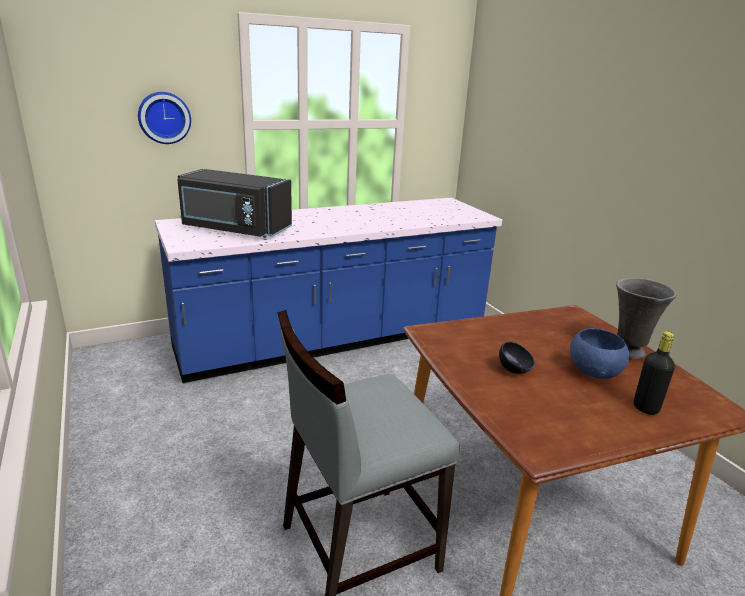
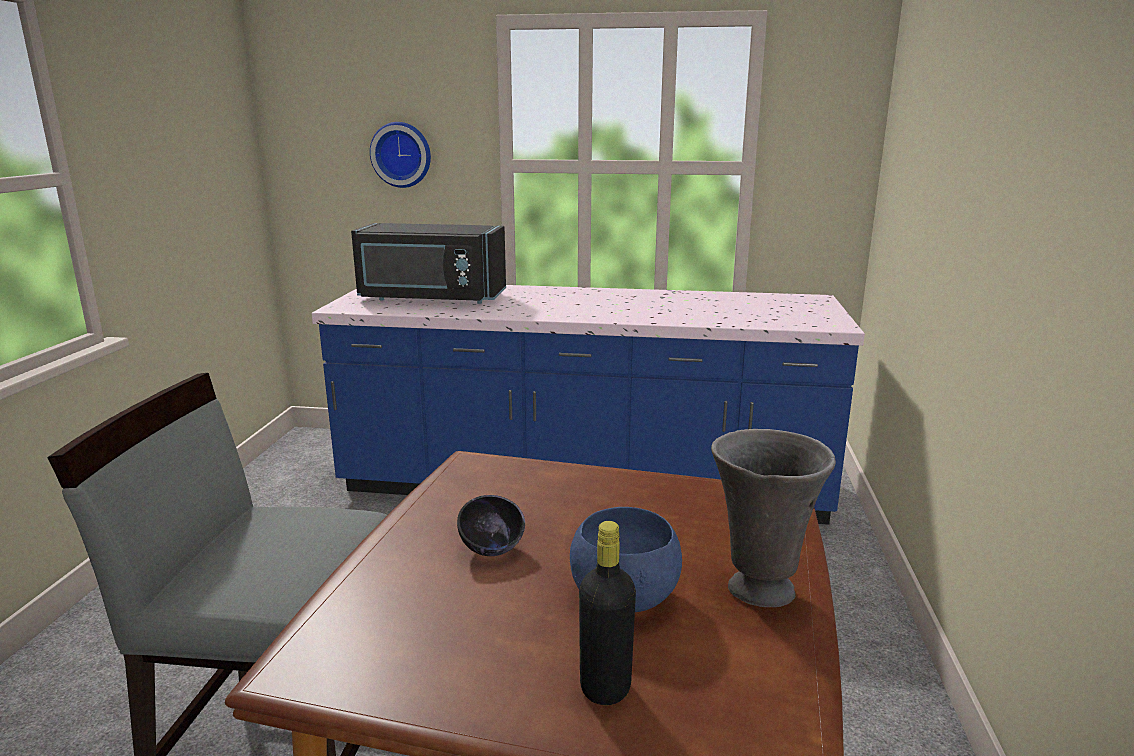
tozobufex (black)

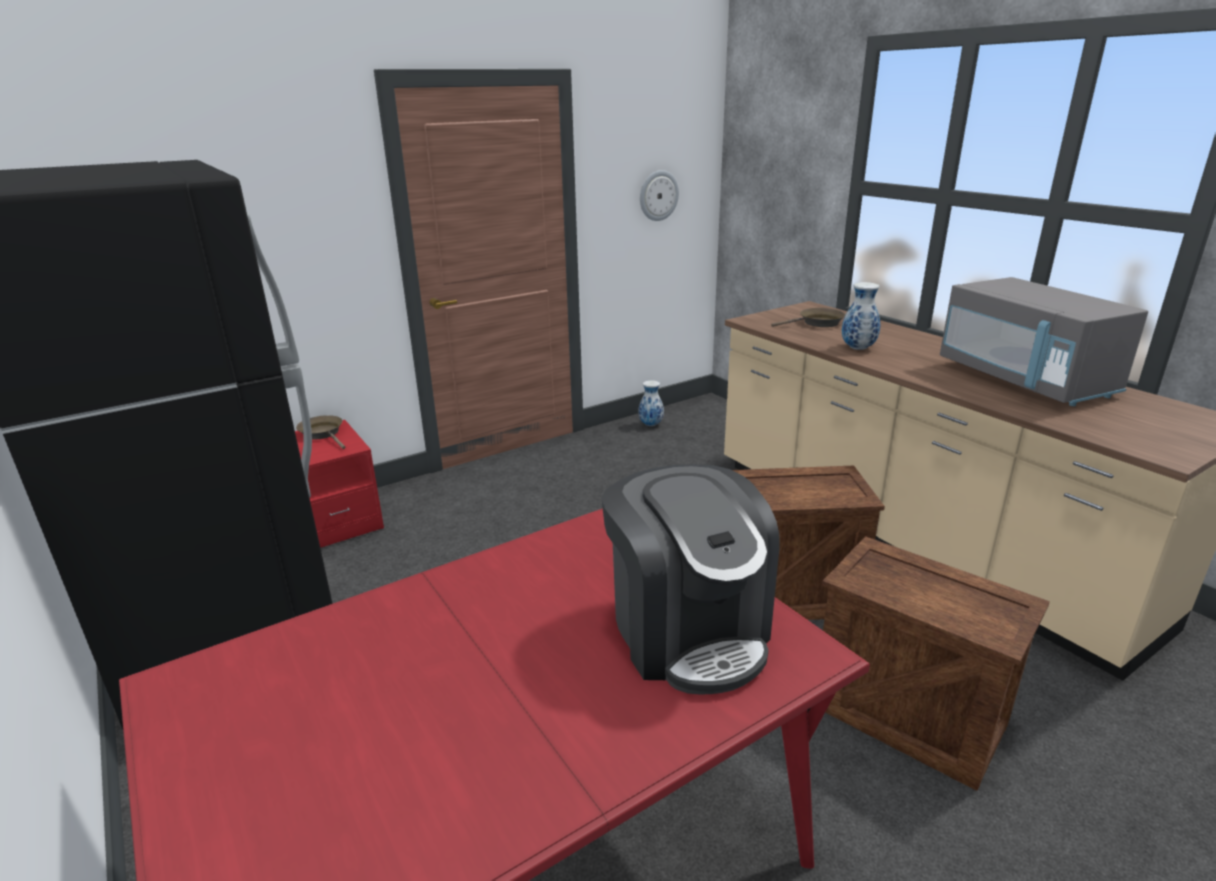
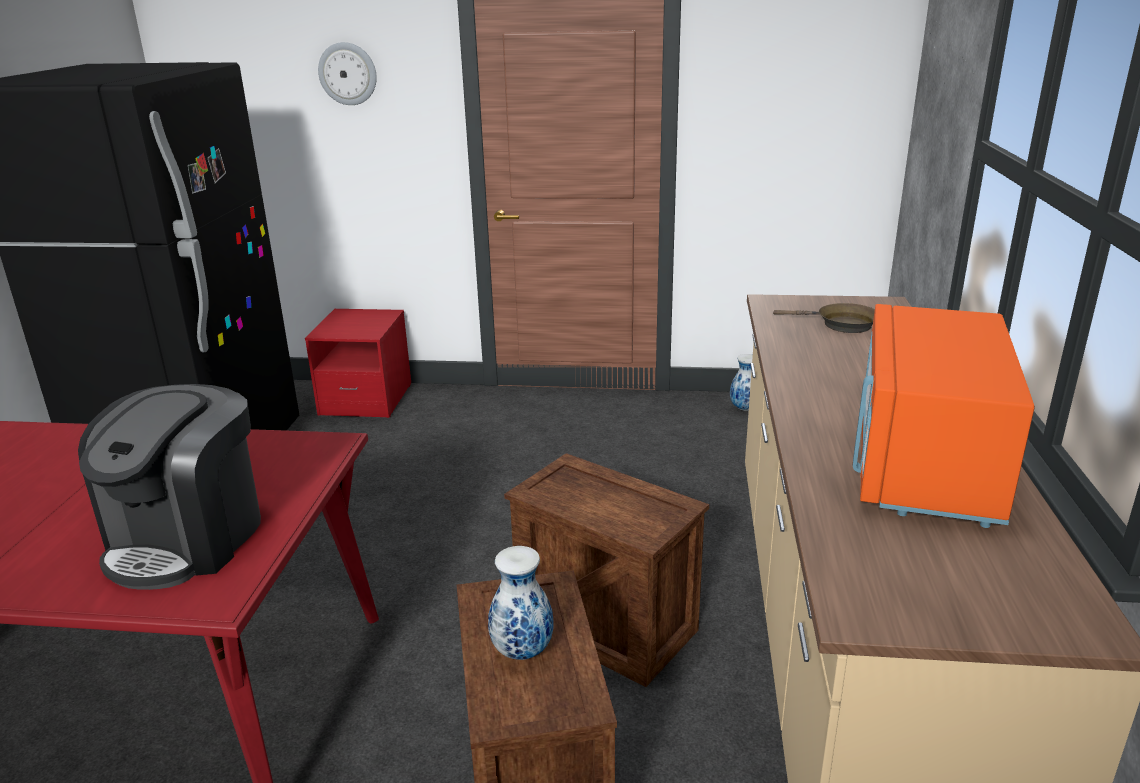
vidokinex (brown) (no. 1 from left in the first image)
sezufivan
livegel (no. 1 from left)
tozobufex (orange)

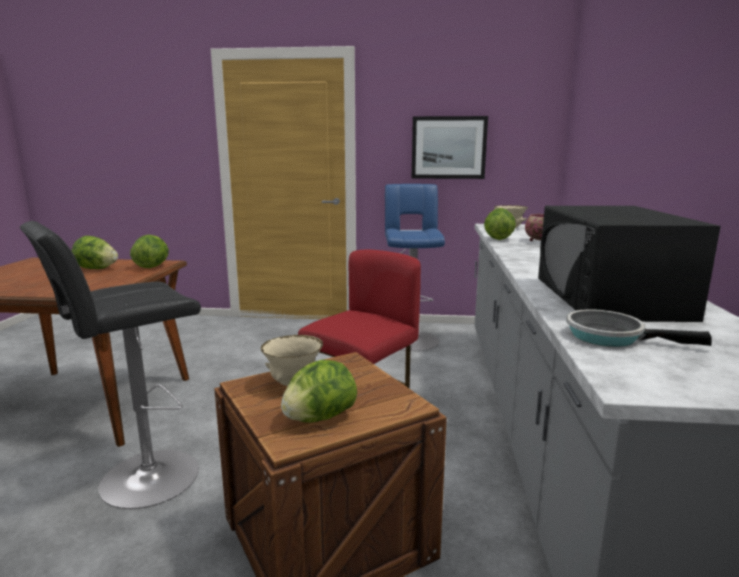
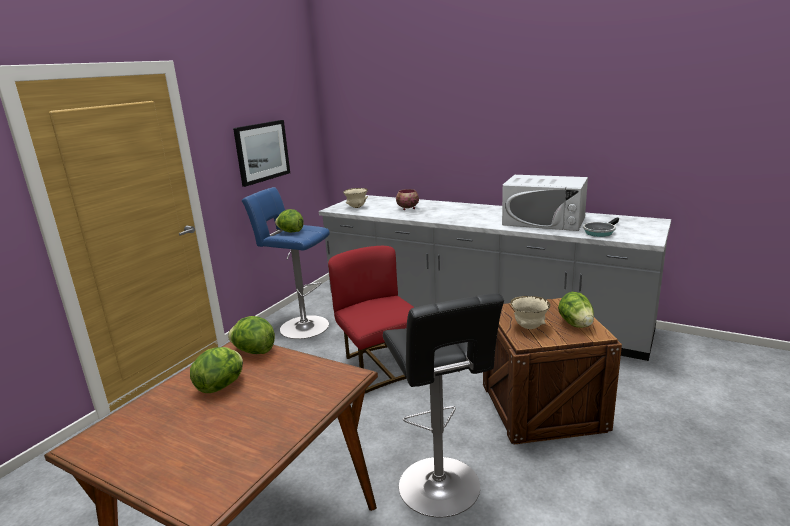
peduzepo (no. 3 from left)
tozobufex (white)

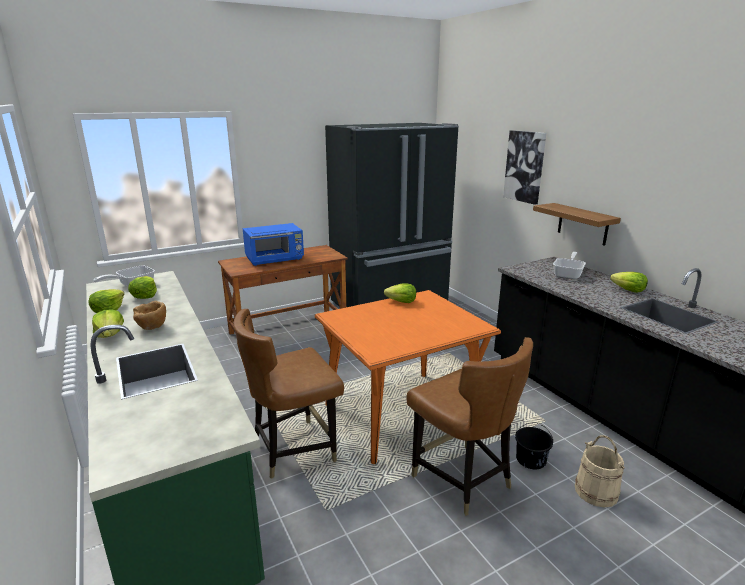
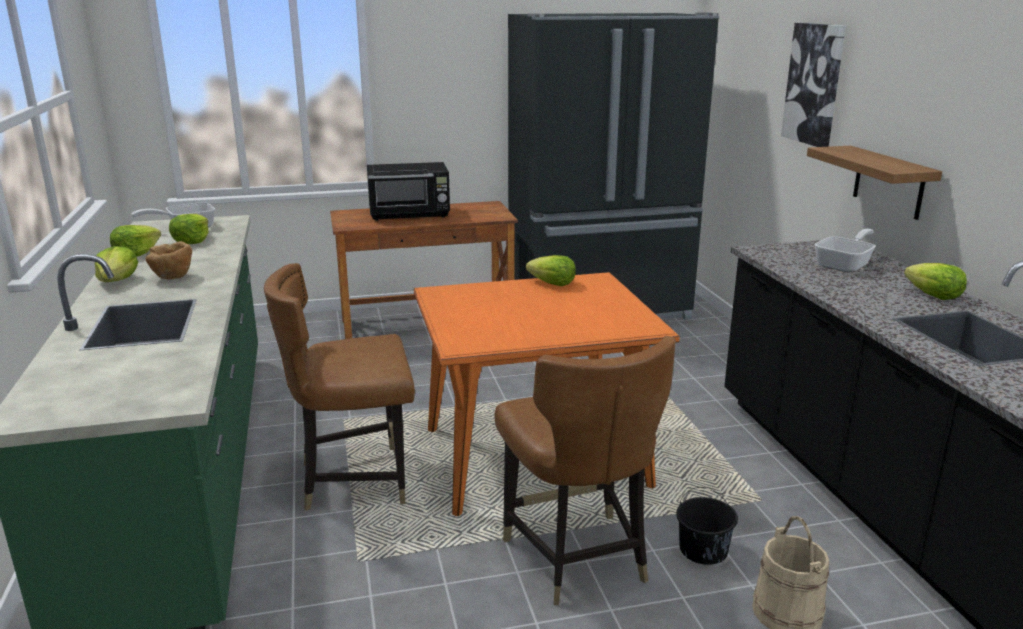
tozobufex (black)

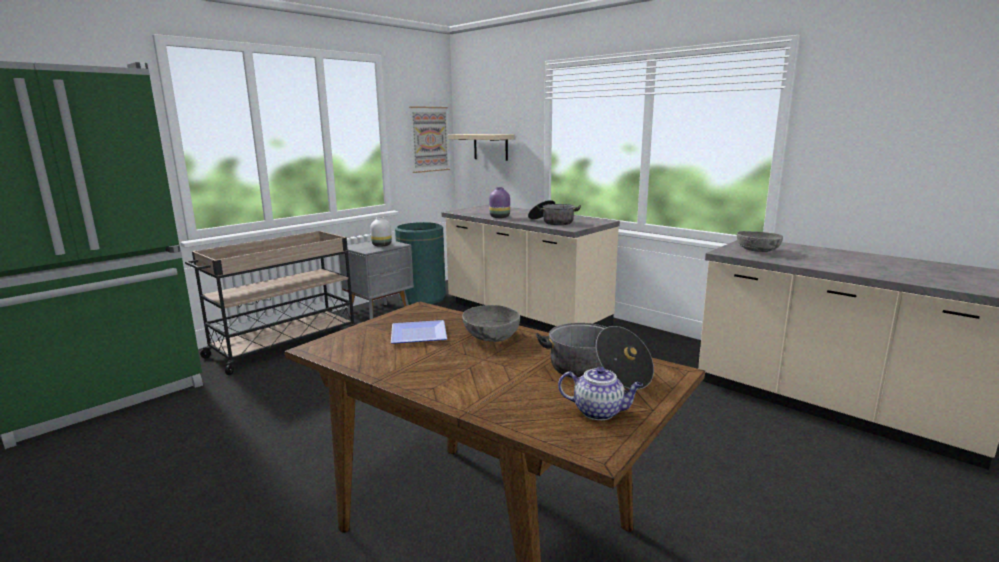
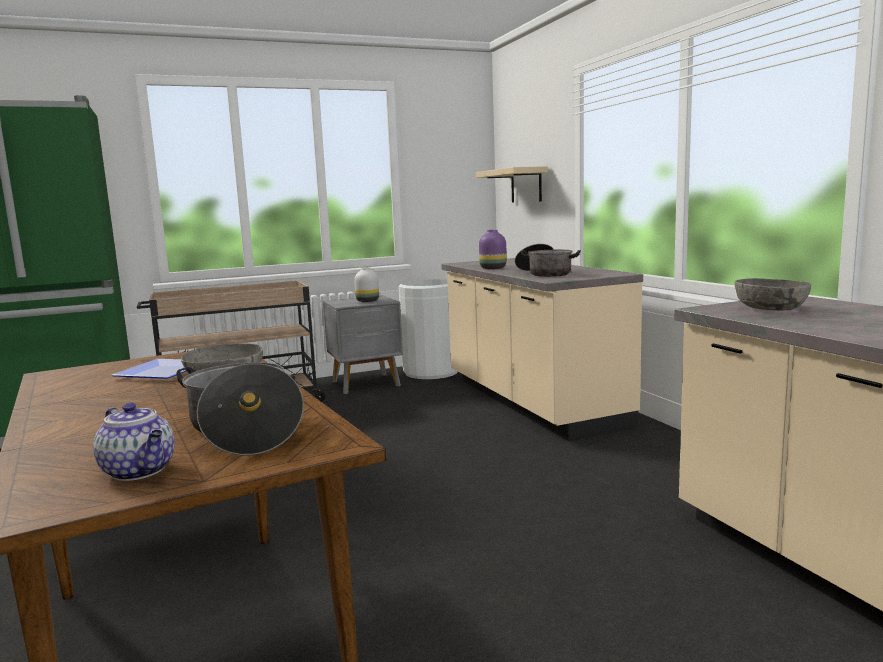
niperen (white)
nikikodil

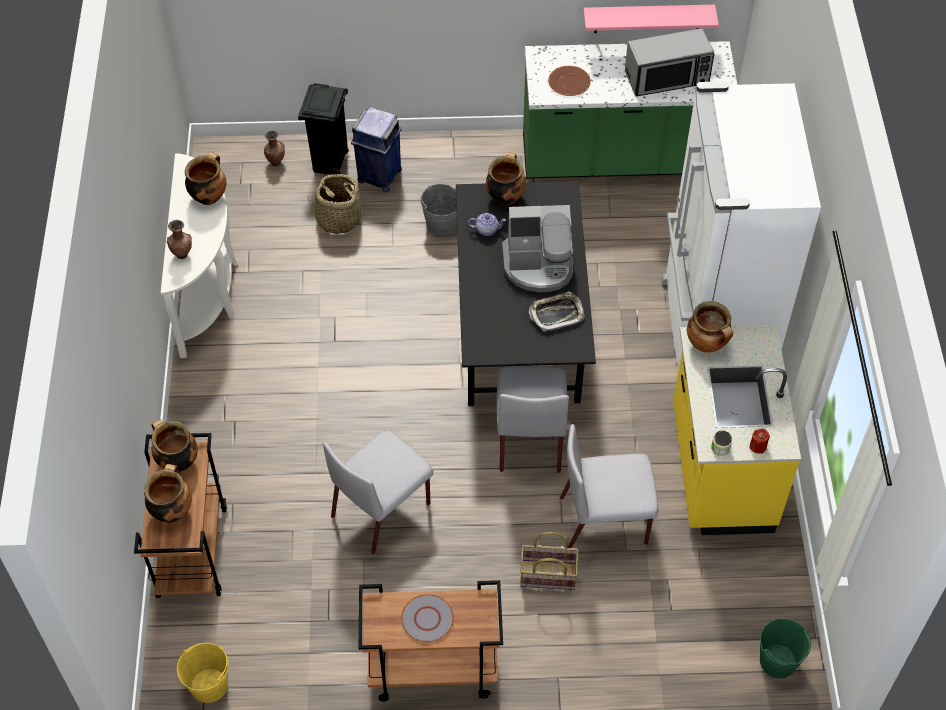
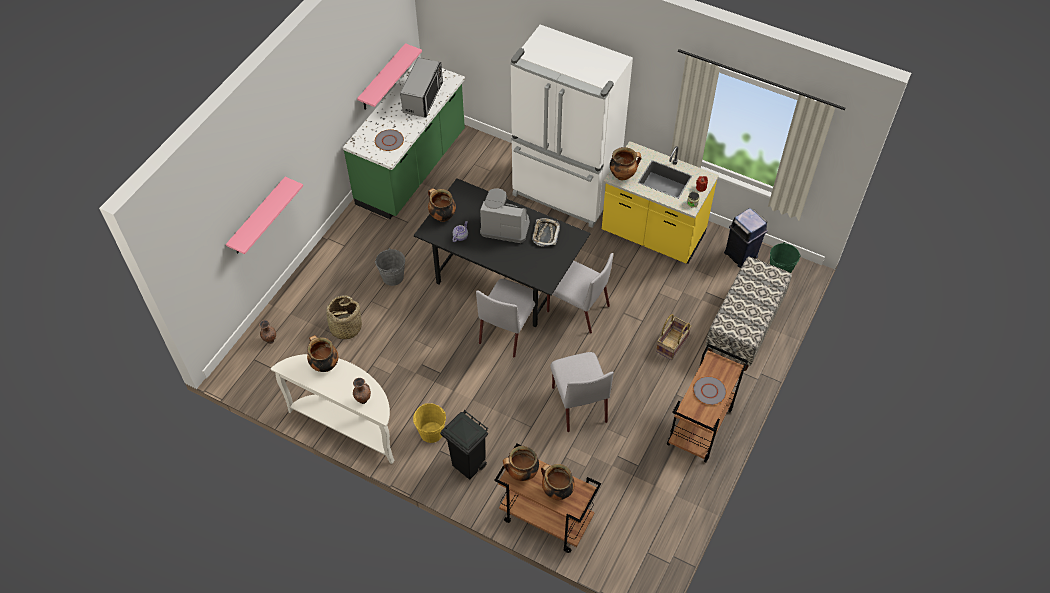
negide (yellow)
niperen (black)
niperen (blue)
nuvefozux
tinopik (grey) (no. 1 from left)
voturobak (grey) (no. 1 from left)
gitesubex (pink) (no. 1 from left)
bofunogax

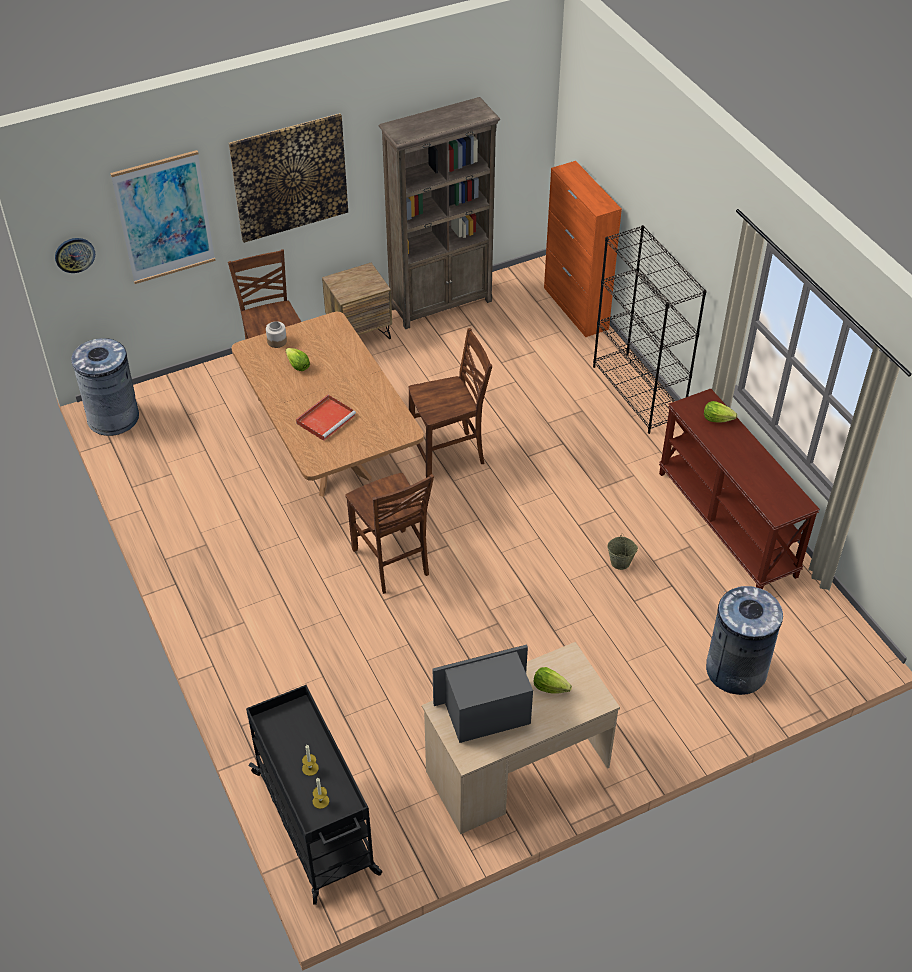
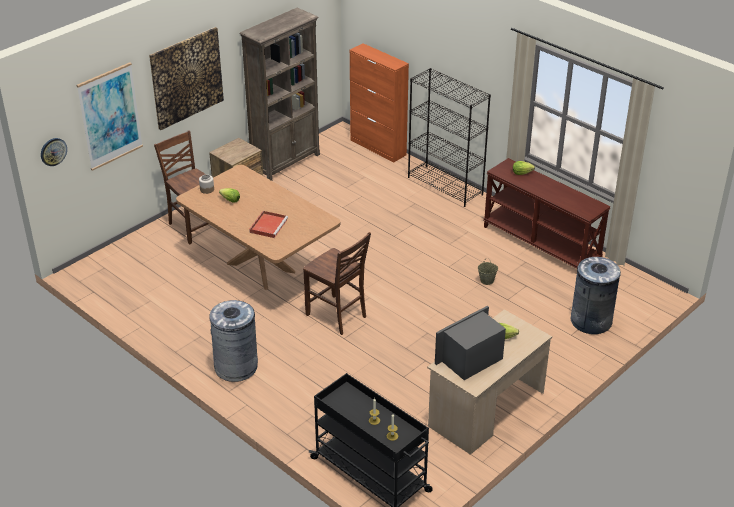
niperen (grey) (no. 1 from left)
voturobak (brown) (no. 3 from left in the first image)

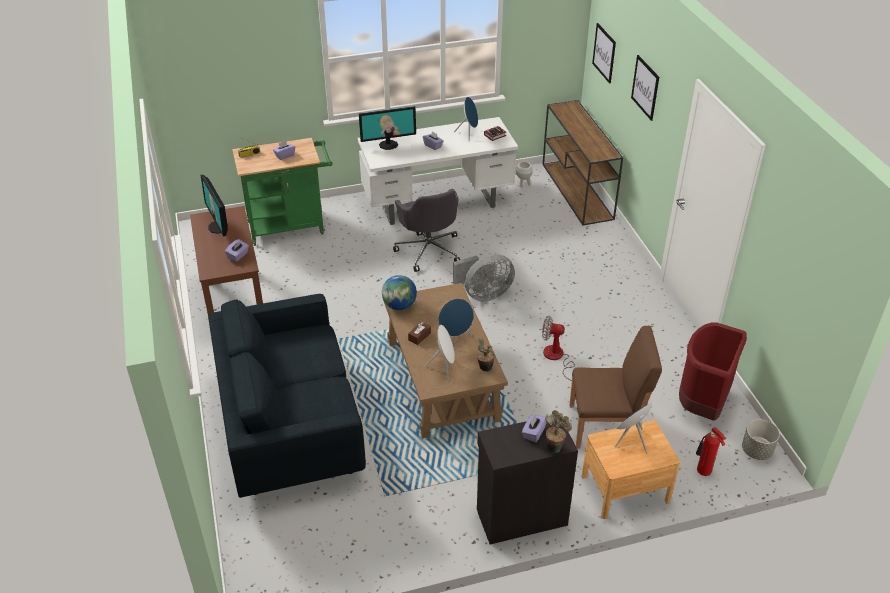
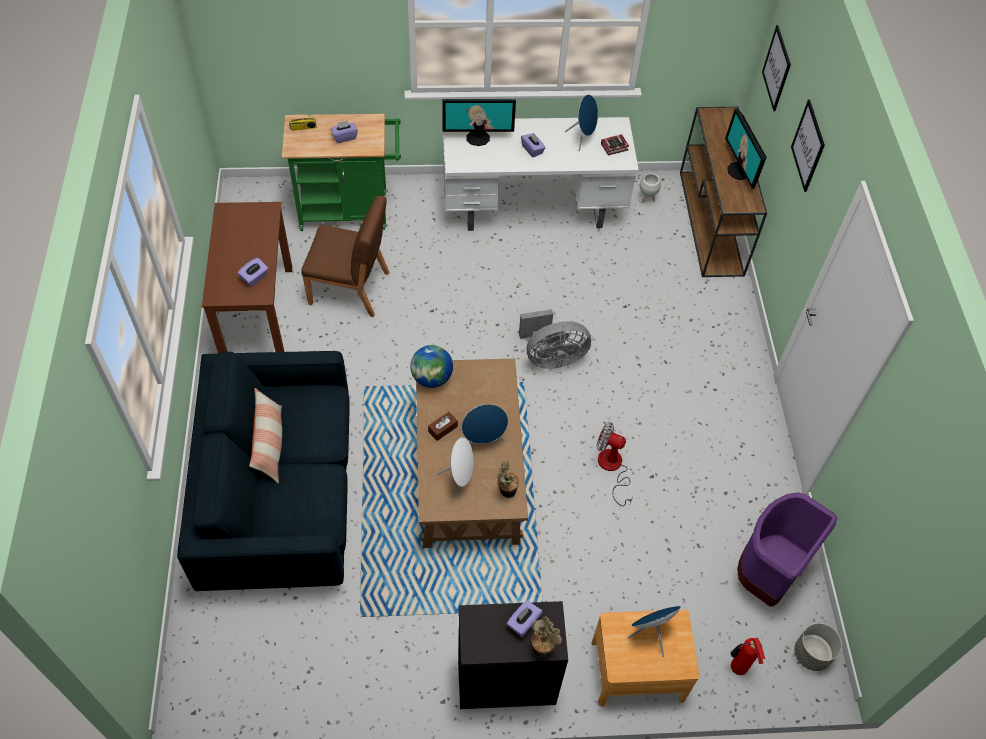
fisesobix (no. 2 from left)
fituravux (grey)
voturobak (brown)
niperen (purple)
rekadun

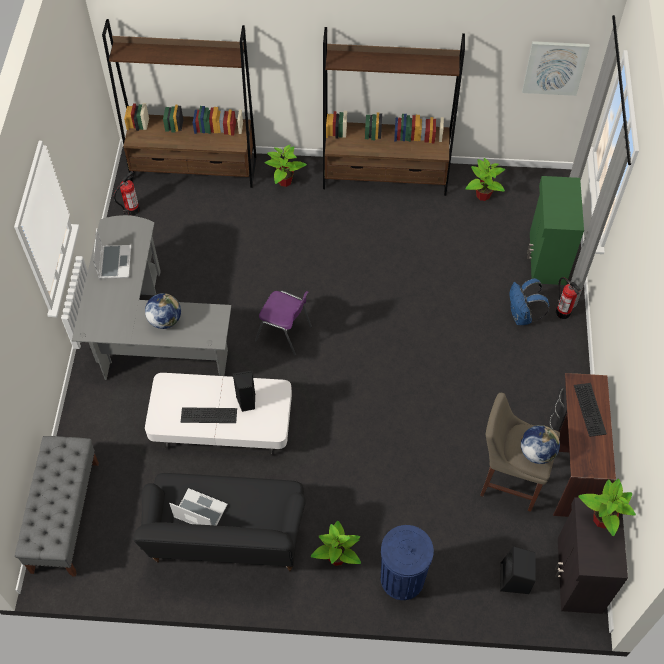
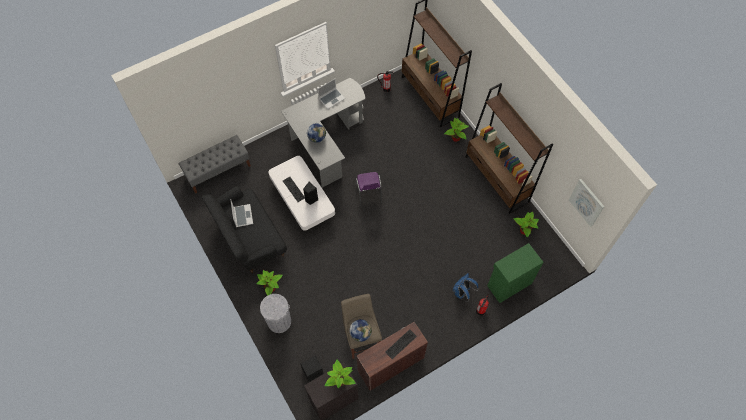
niperen (grey)

